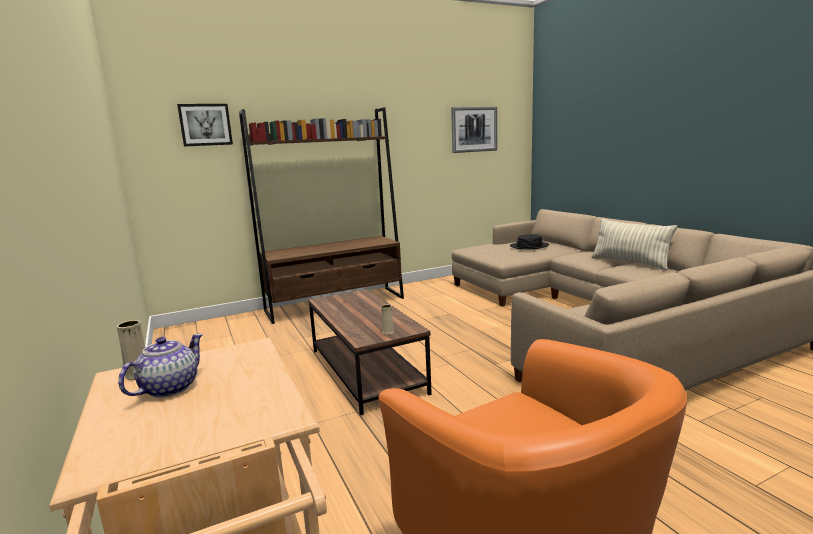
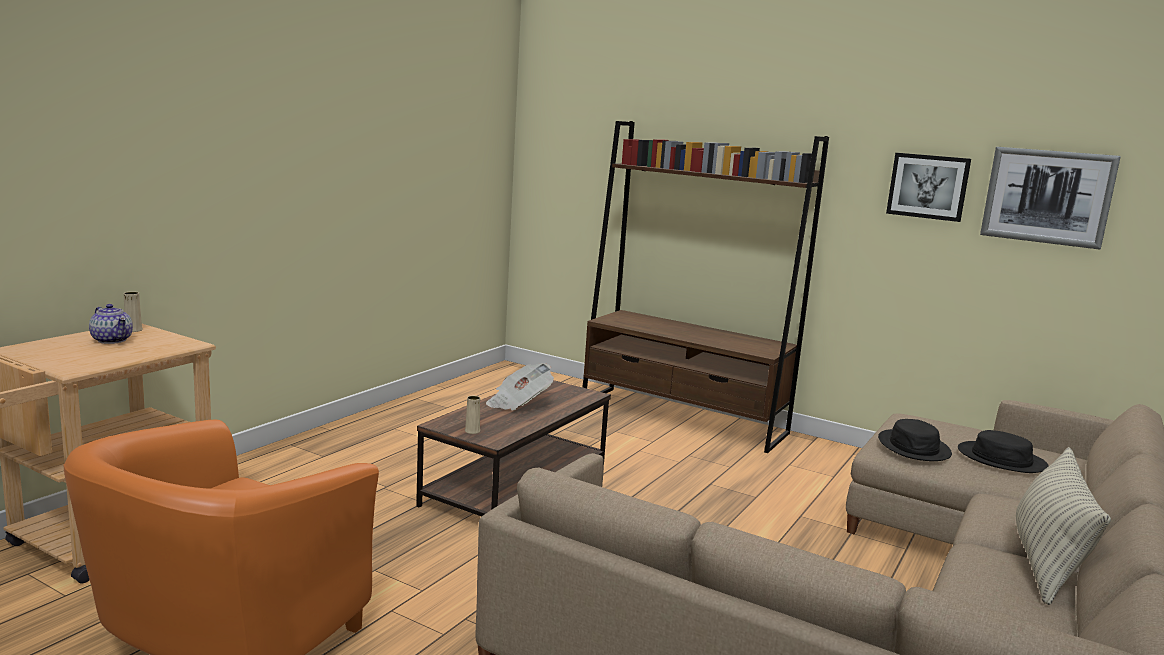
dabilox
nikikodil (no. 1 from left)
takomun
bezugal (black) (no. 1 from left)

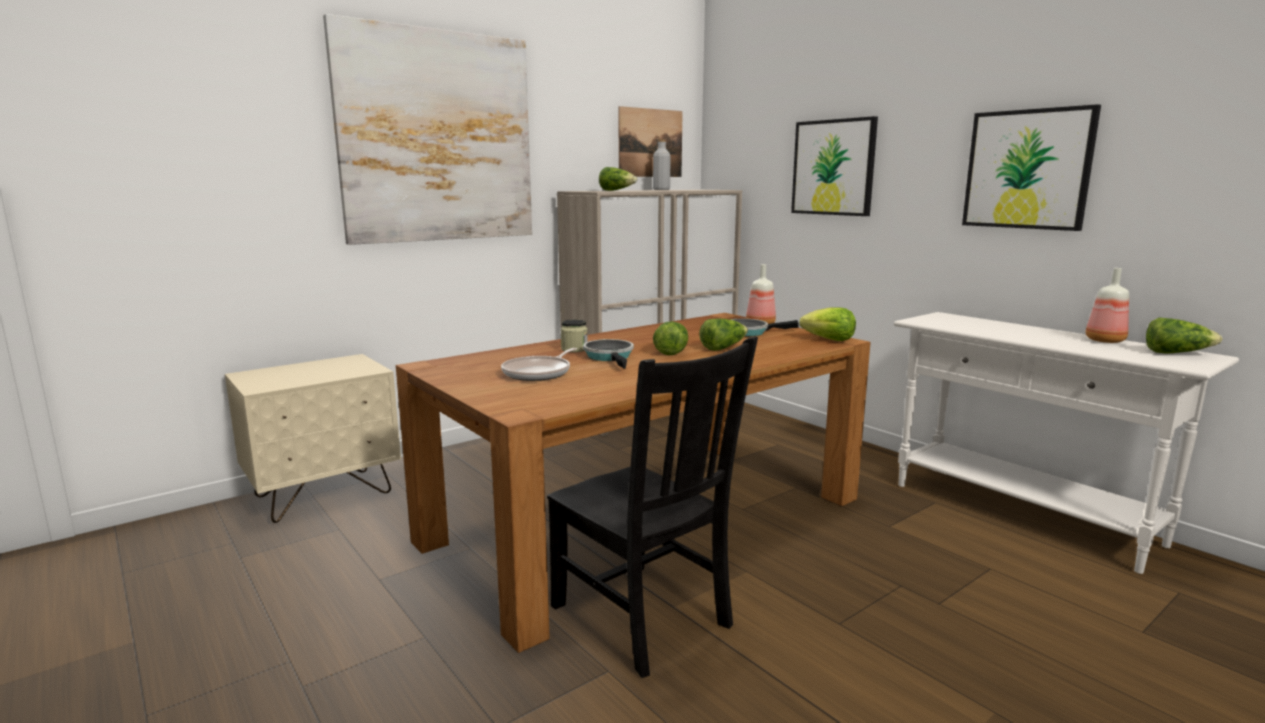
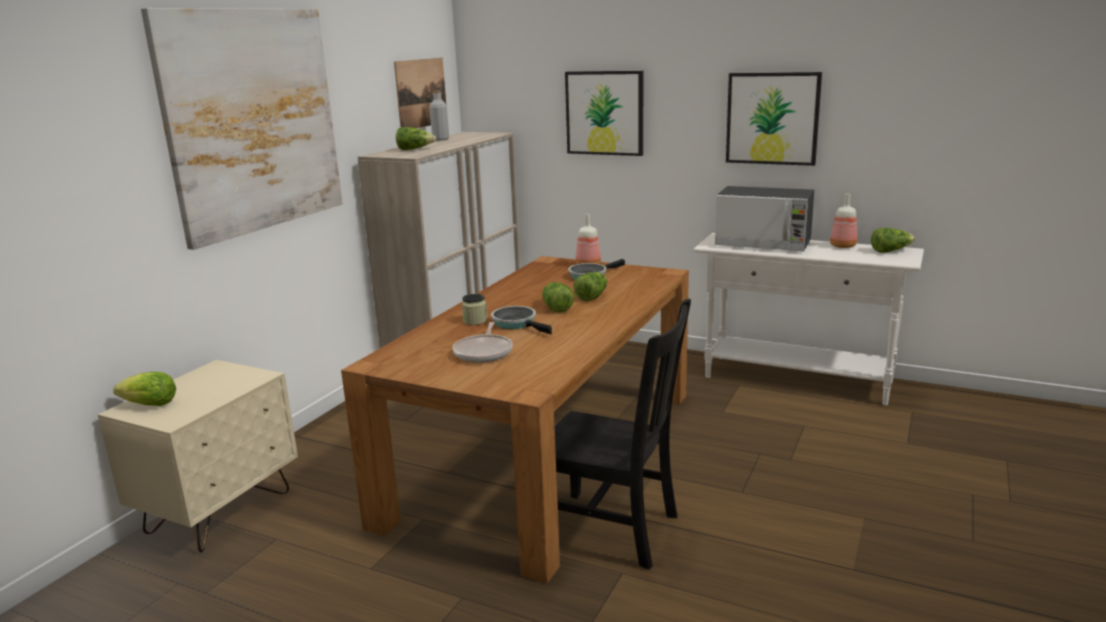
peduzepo (no. 1 from left)
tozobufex

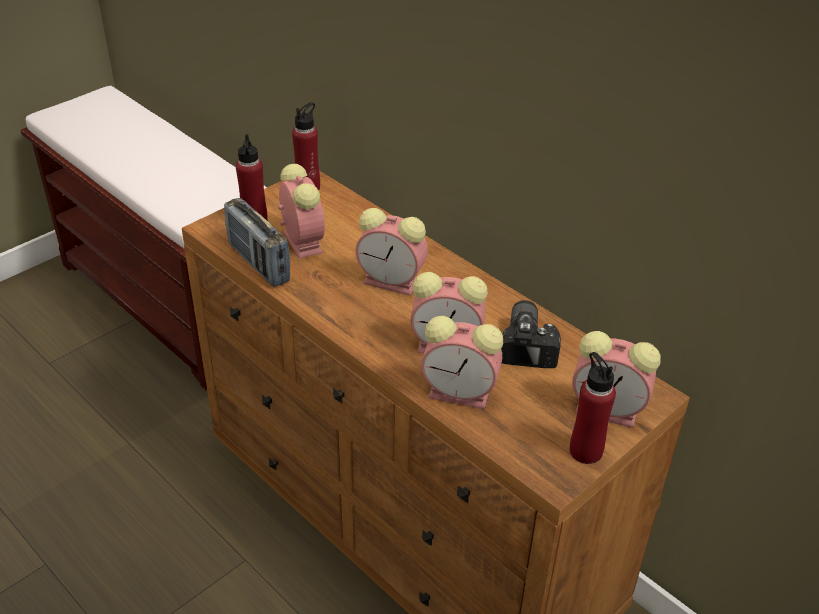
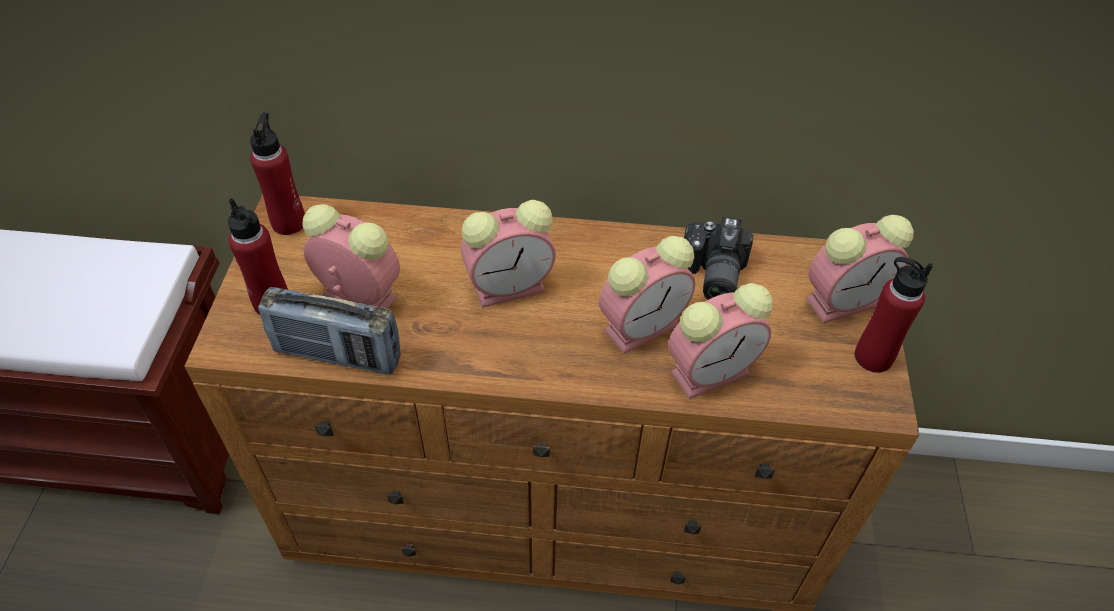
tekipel

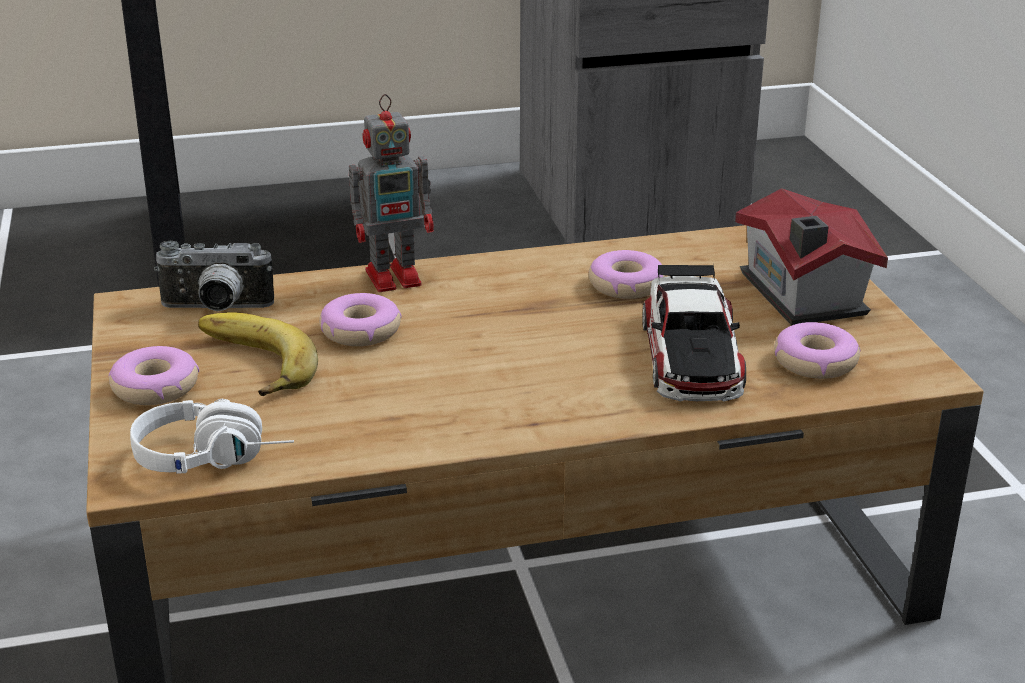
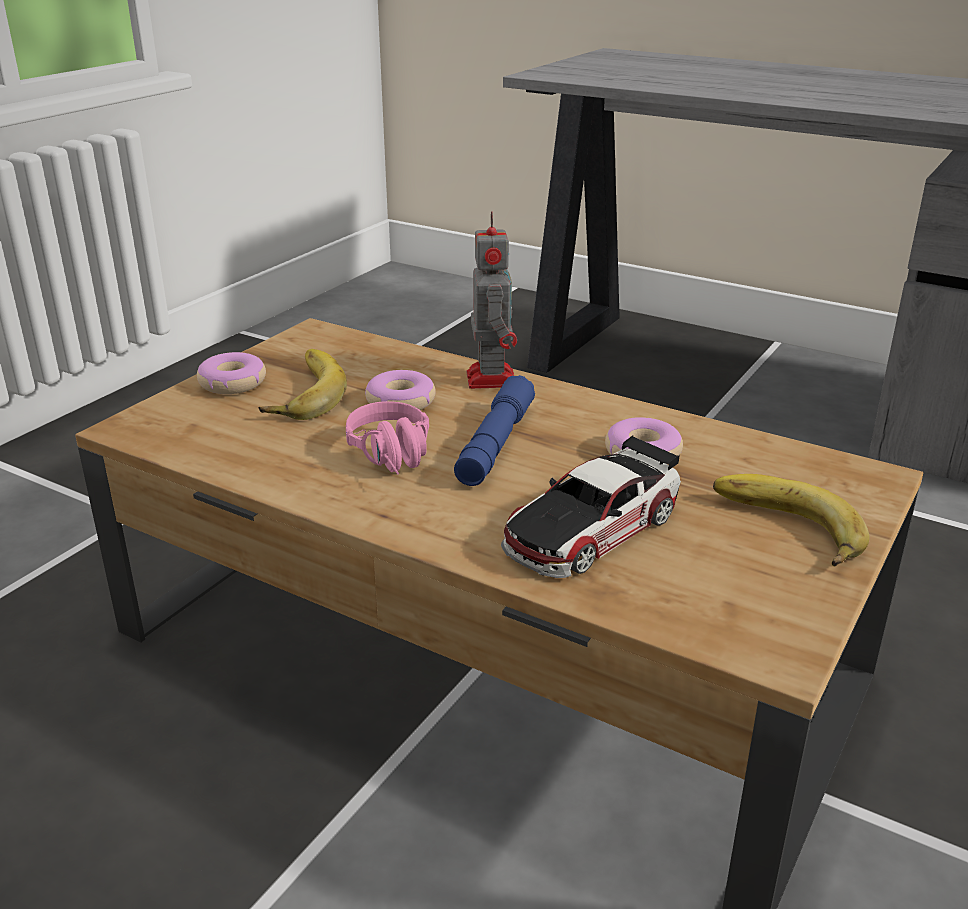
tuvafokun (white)
tekipel
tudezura
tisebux (no. 2 from left)
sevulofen (no. 4 from left in the first image)
tuvafokun (pink)
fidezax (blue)

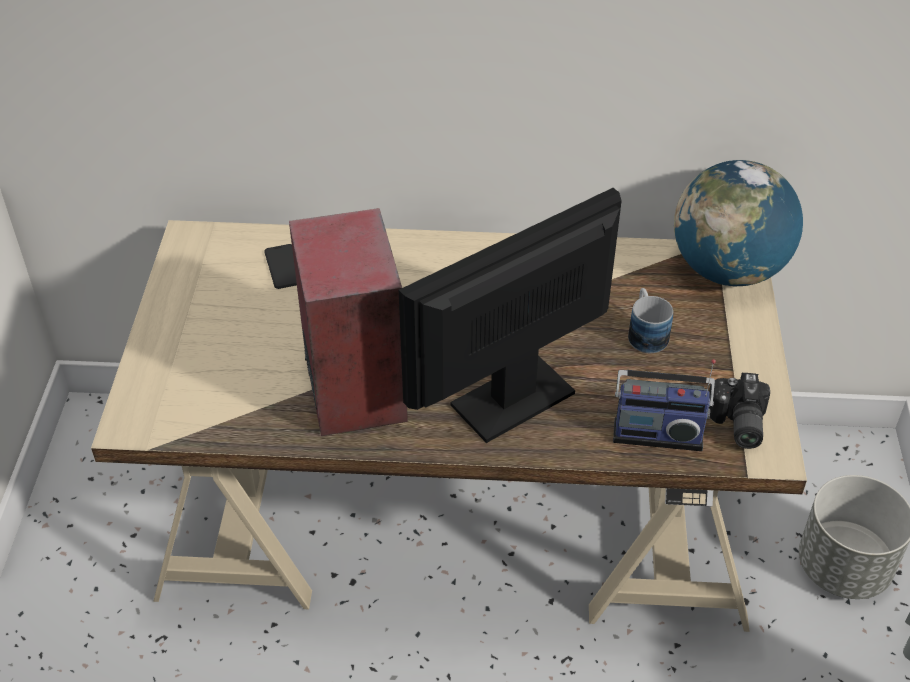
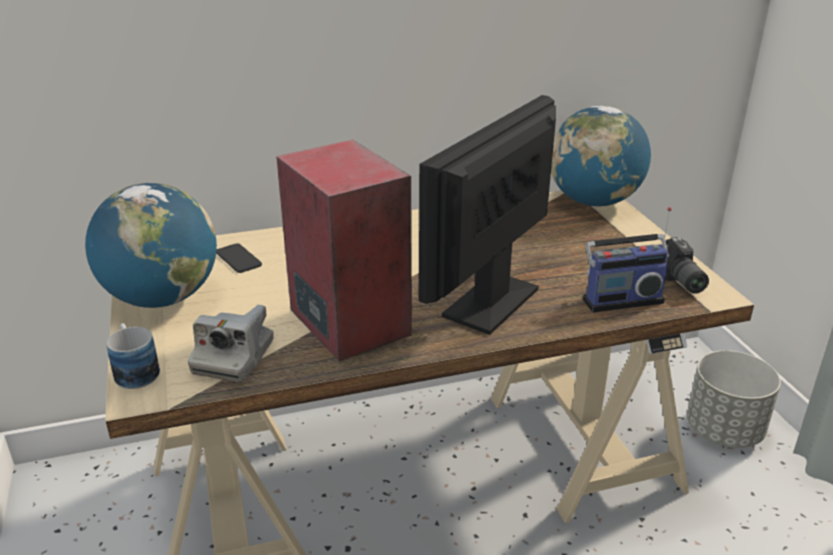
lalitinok
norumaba (no. 1 from left)
tekipel (no. 1 from left)

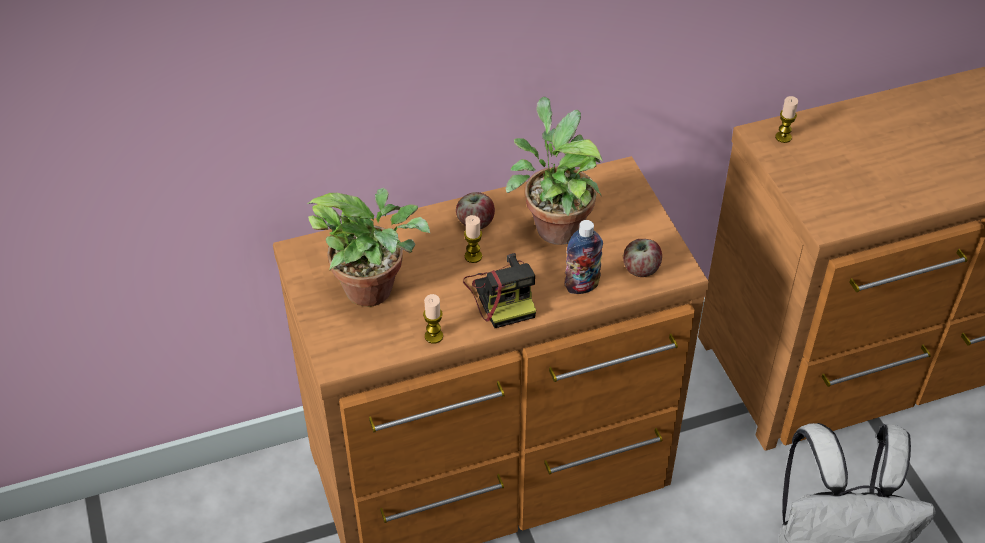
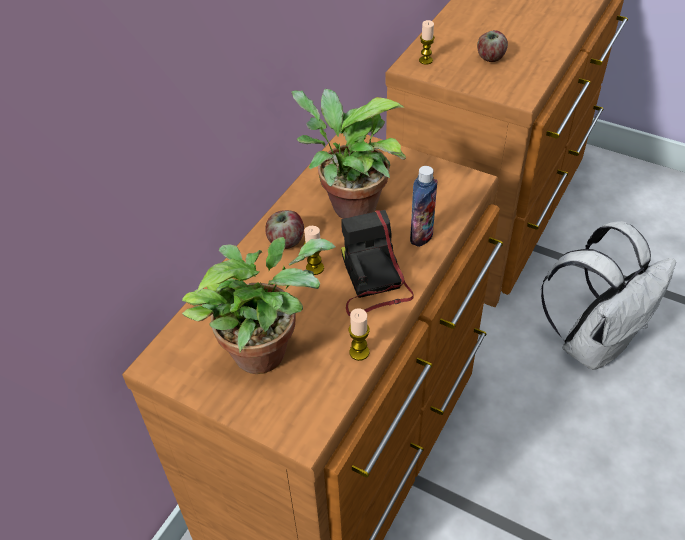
tekipel
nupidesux (no. 2 from left)

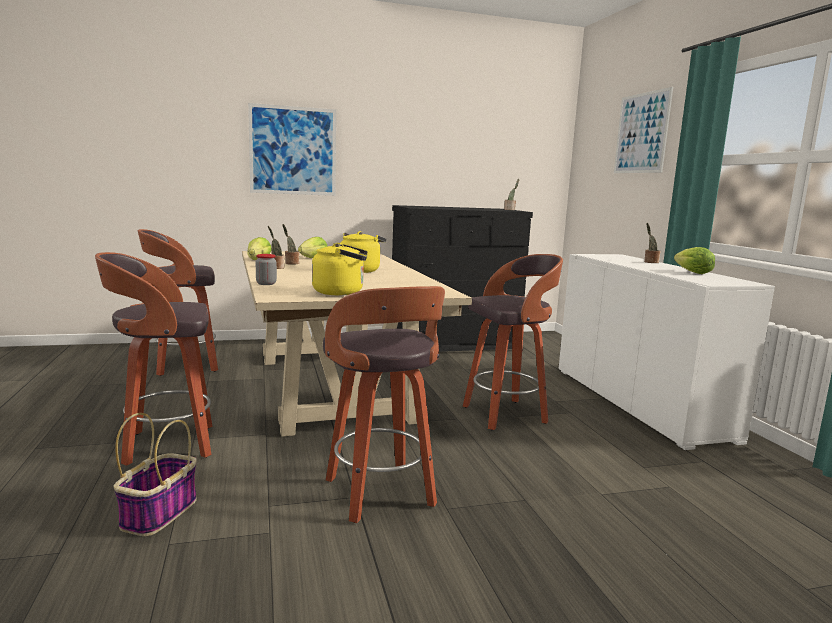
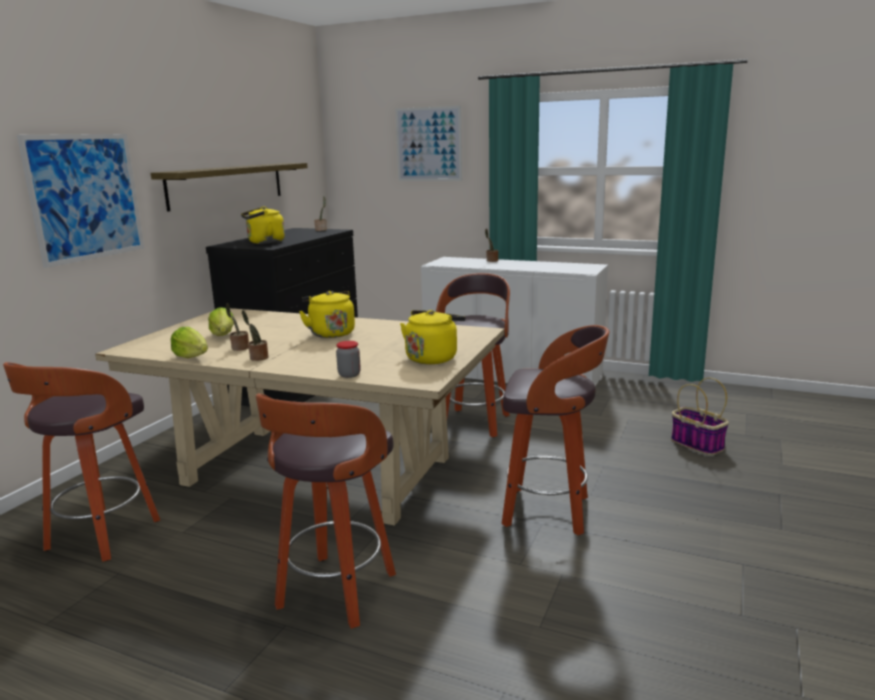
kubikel
peduzepo (no. 3 from left in the first image)
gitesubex
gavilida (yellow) (no. 1 from left)

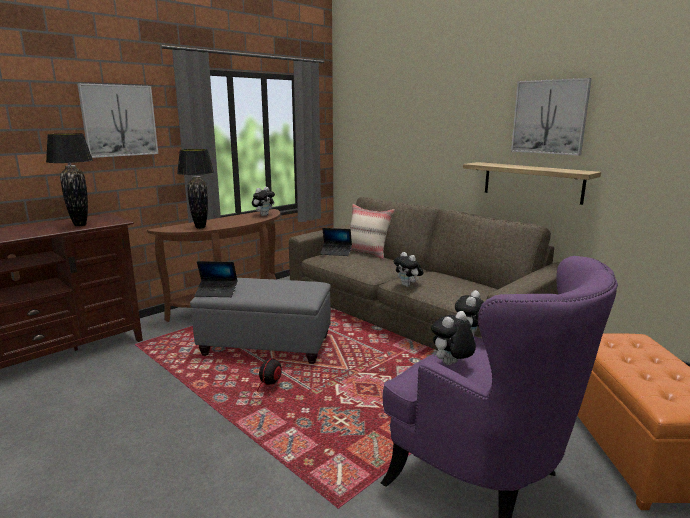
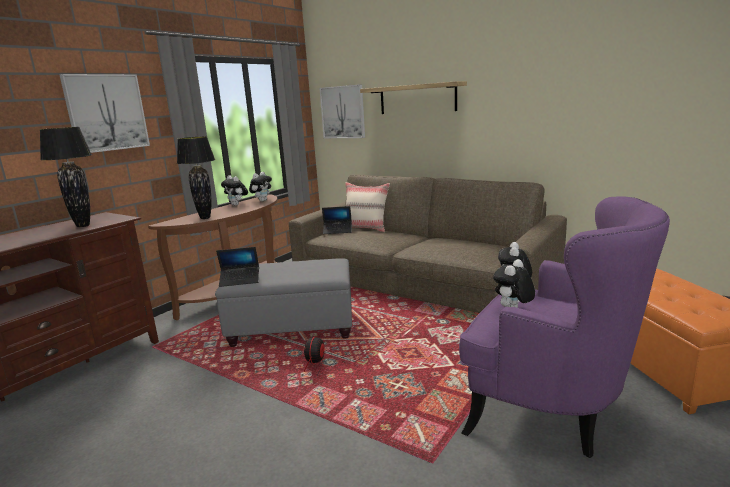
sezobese (no. 1 from left)
gitesubex
nikikodil (no. 2 from left)

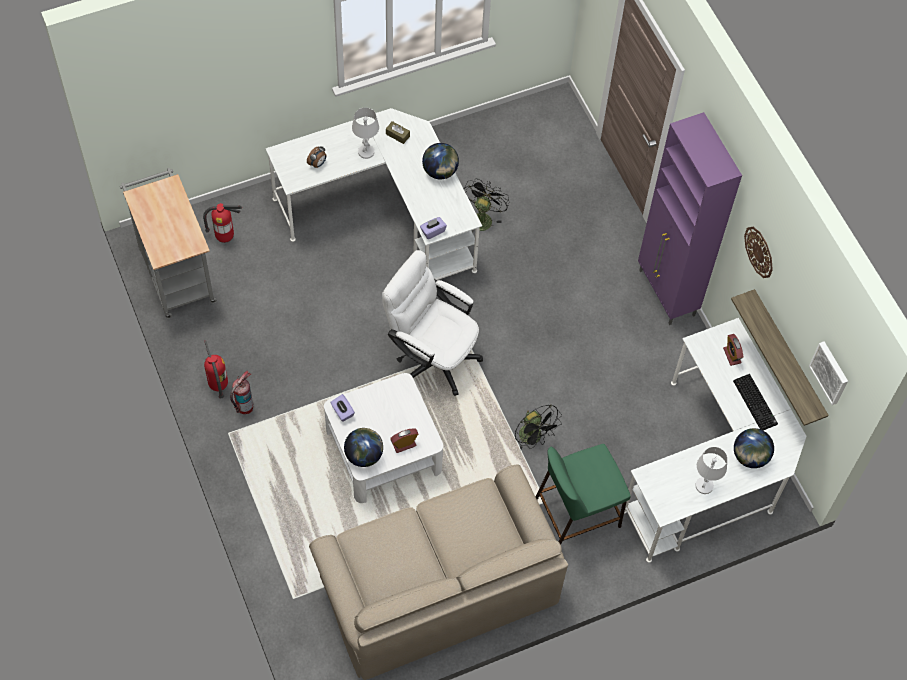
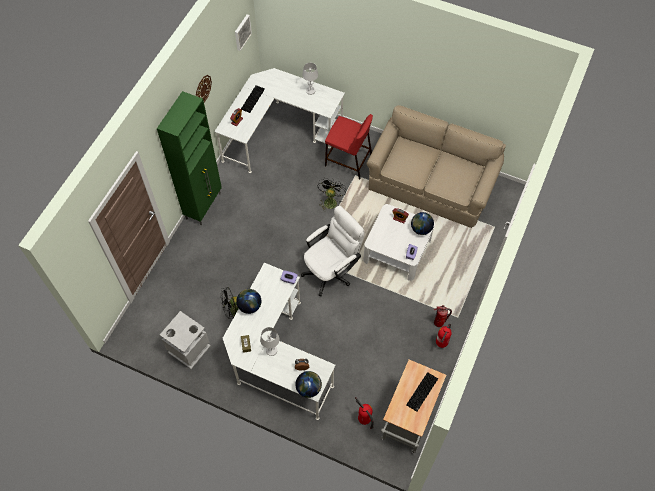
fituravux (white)
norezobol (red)
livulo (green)
gitesubex
norumaba (no. 2 from left)
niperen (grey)
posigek (no. 2 from left)

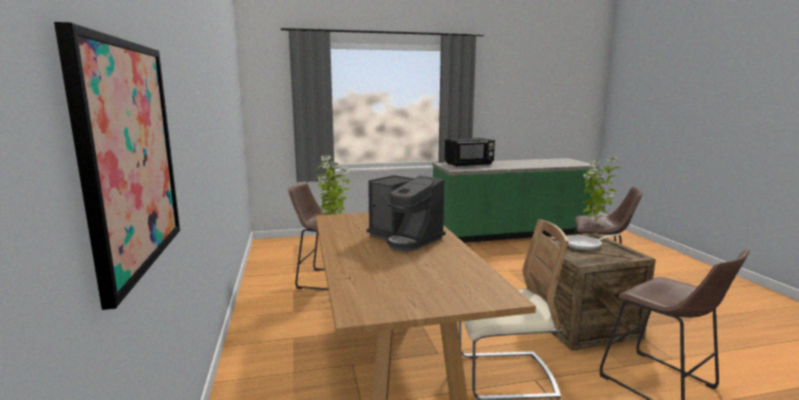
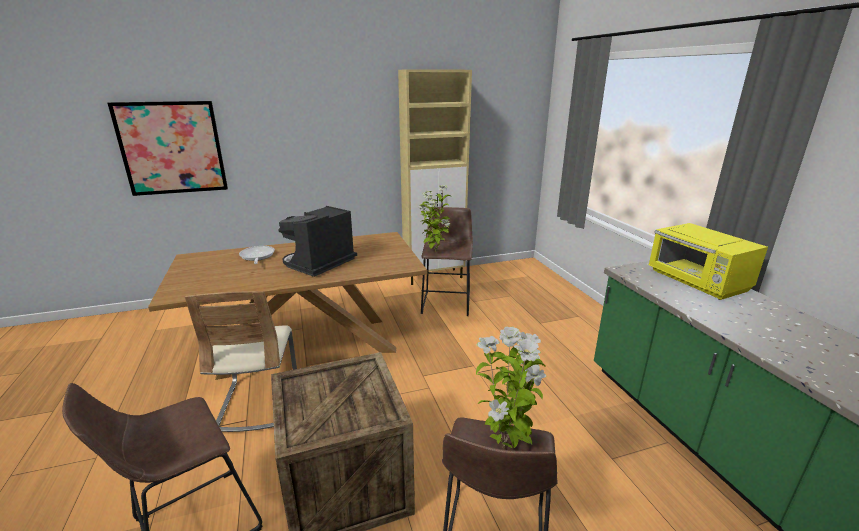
tozobufex (yellow)
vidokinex
livulo (beige)

